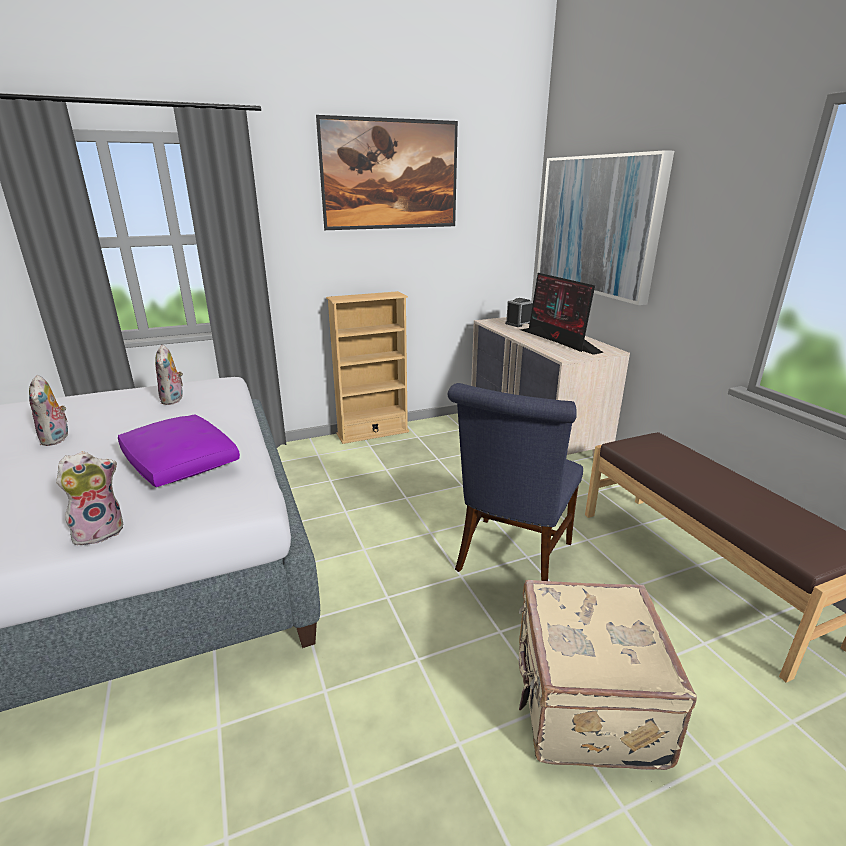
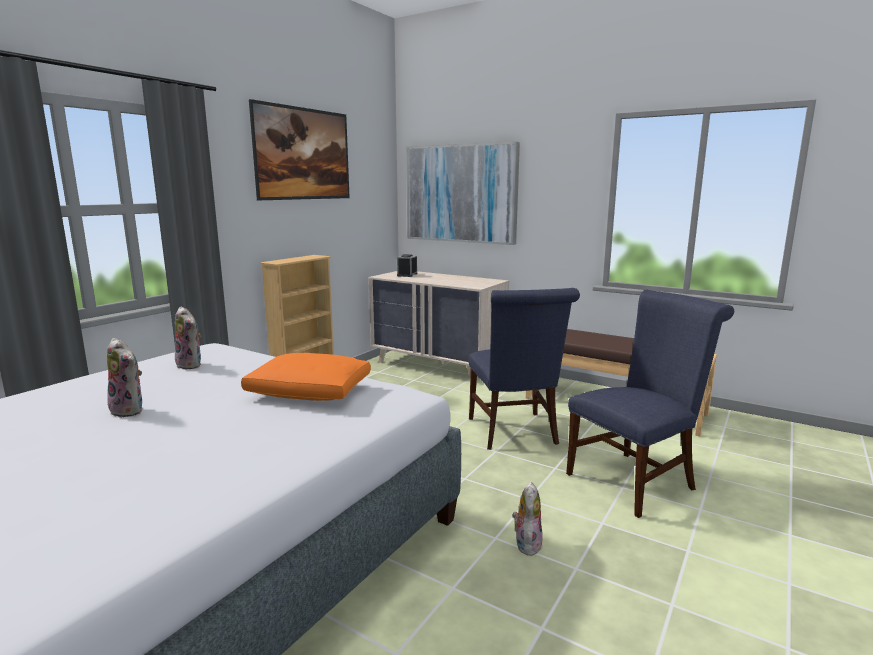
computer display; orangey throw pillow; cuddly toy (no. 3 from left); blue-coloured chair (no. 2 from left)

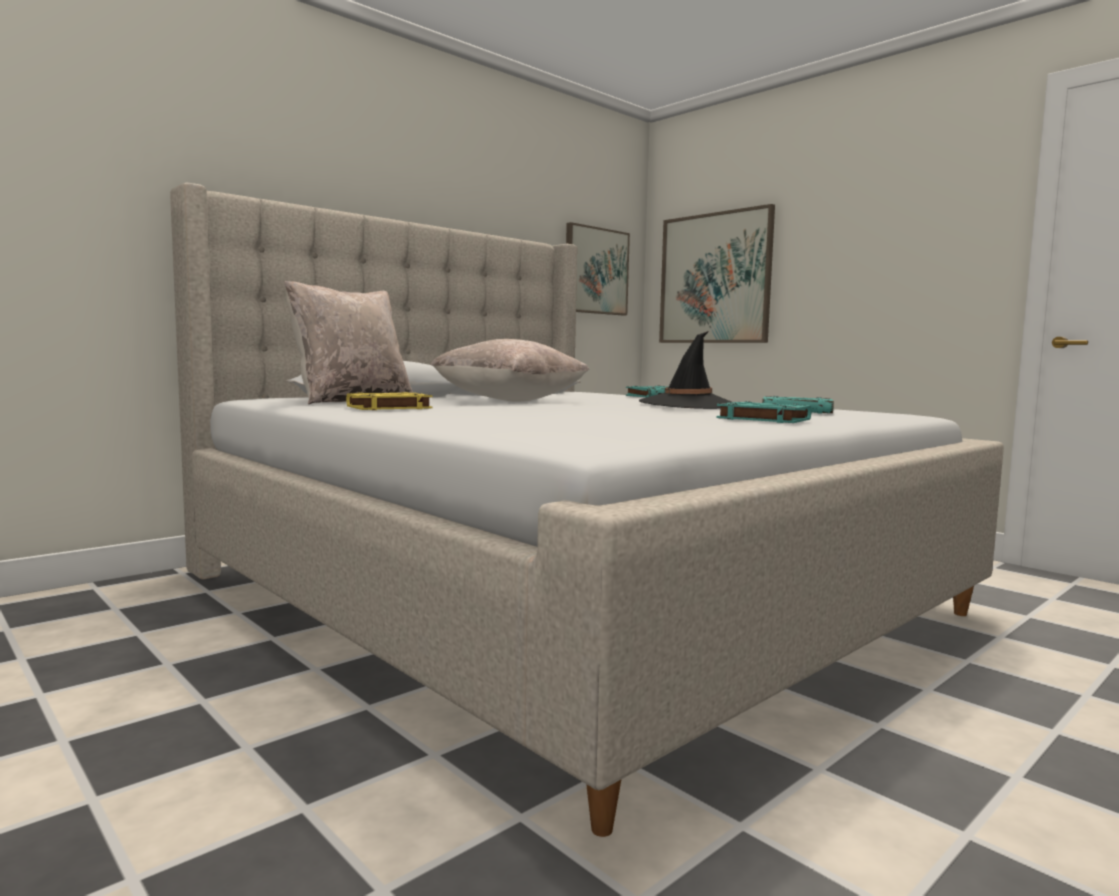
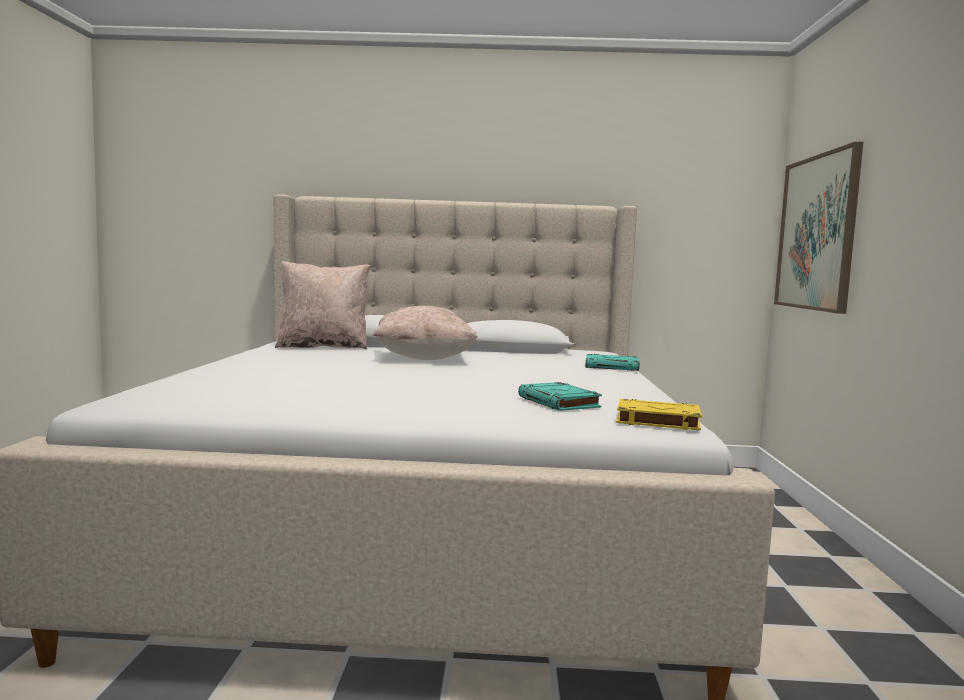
wall art (no. 1 from left in the first image); blackish hat; yellowish book; turquoise book (no. 2 from left in the first image)

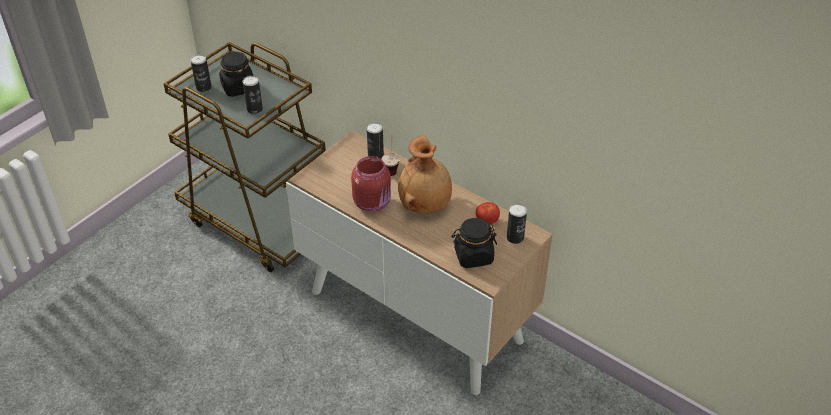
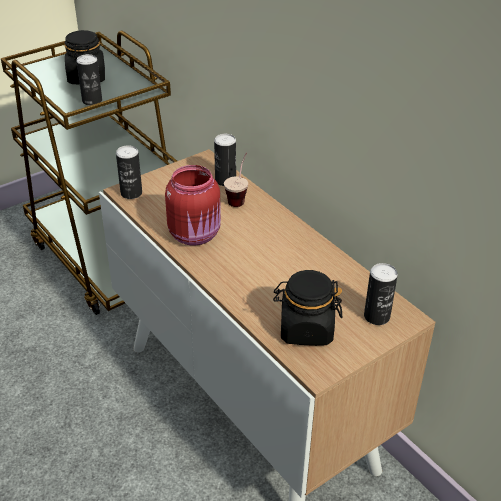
sealed can (no. 2 from left); brown flower vase; whole tomato

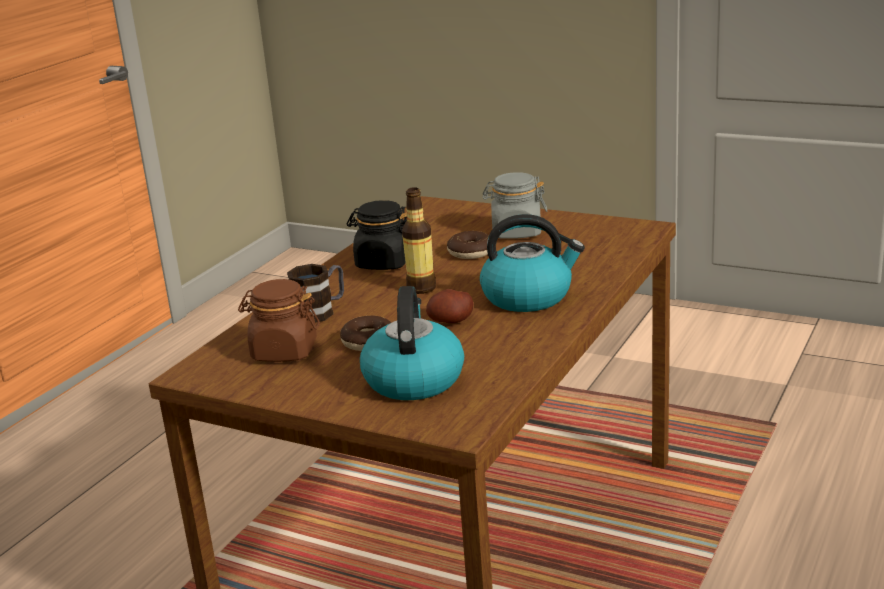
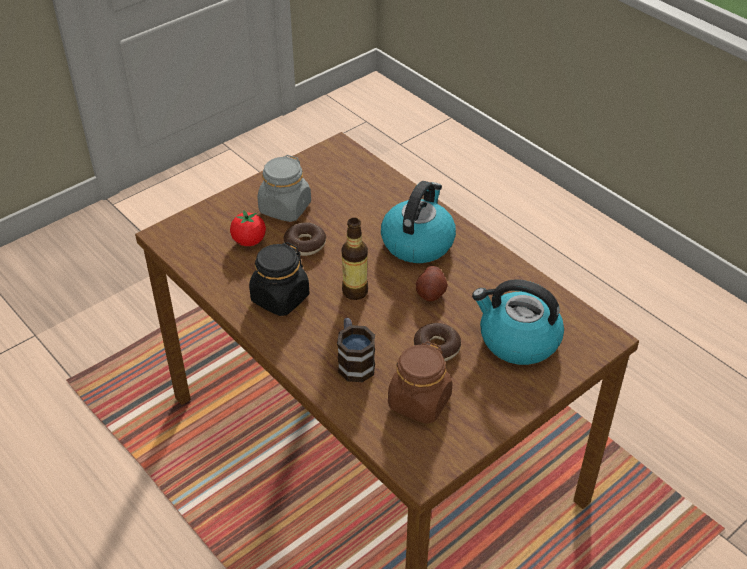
whole tomato

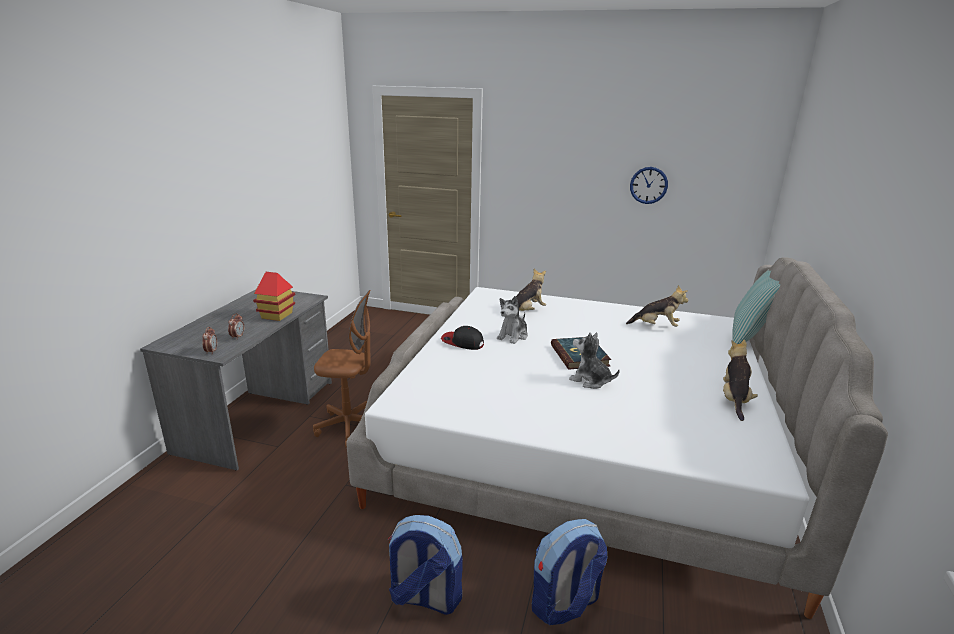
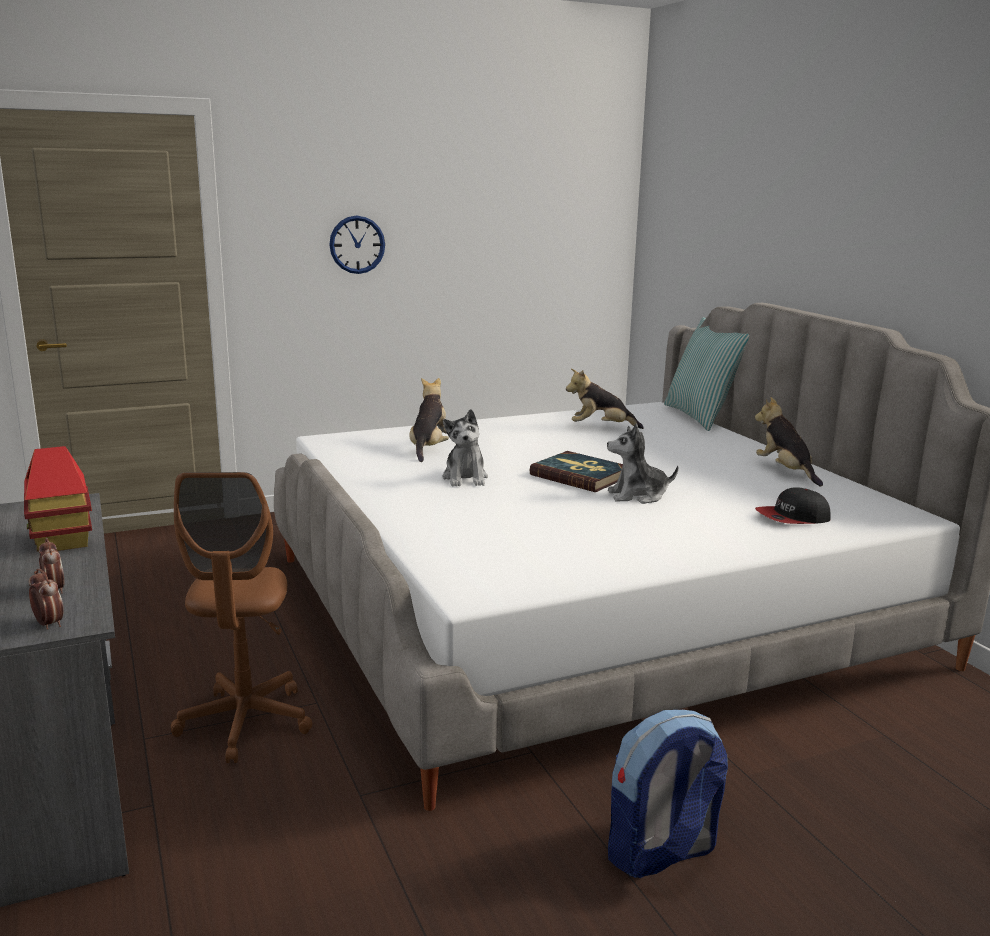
wall clock; cuddly toy (no. 3 from left); brown office chair; cap; backpack (no. 2 from left in the first image)

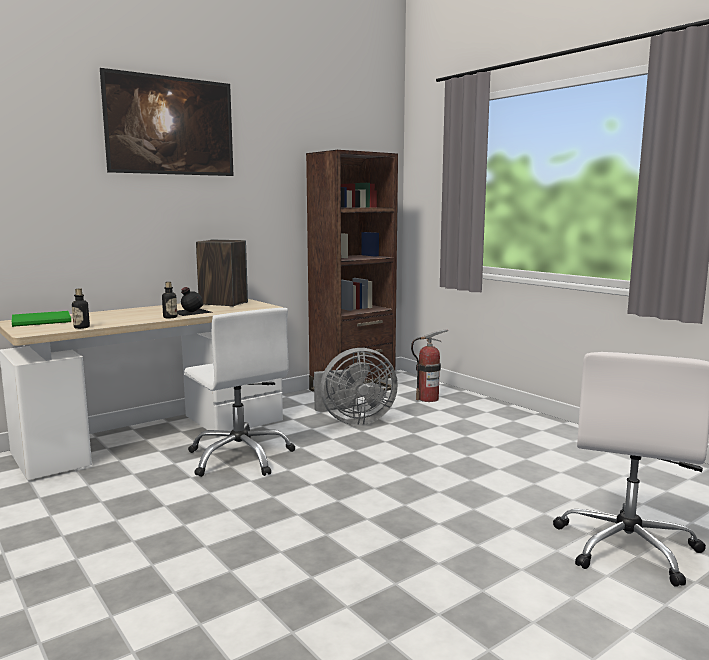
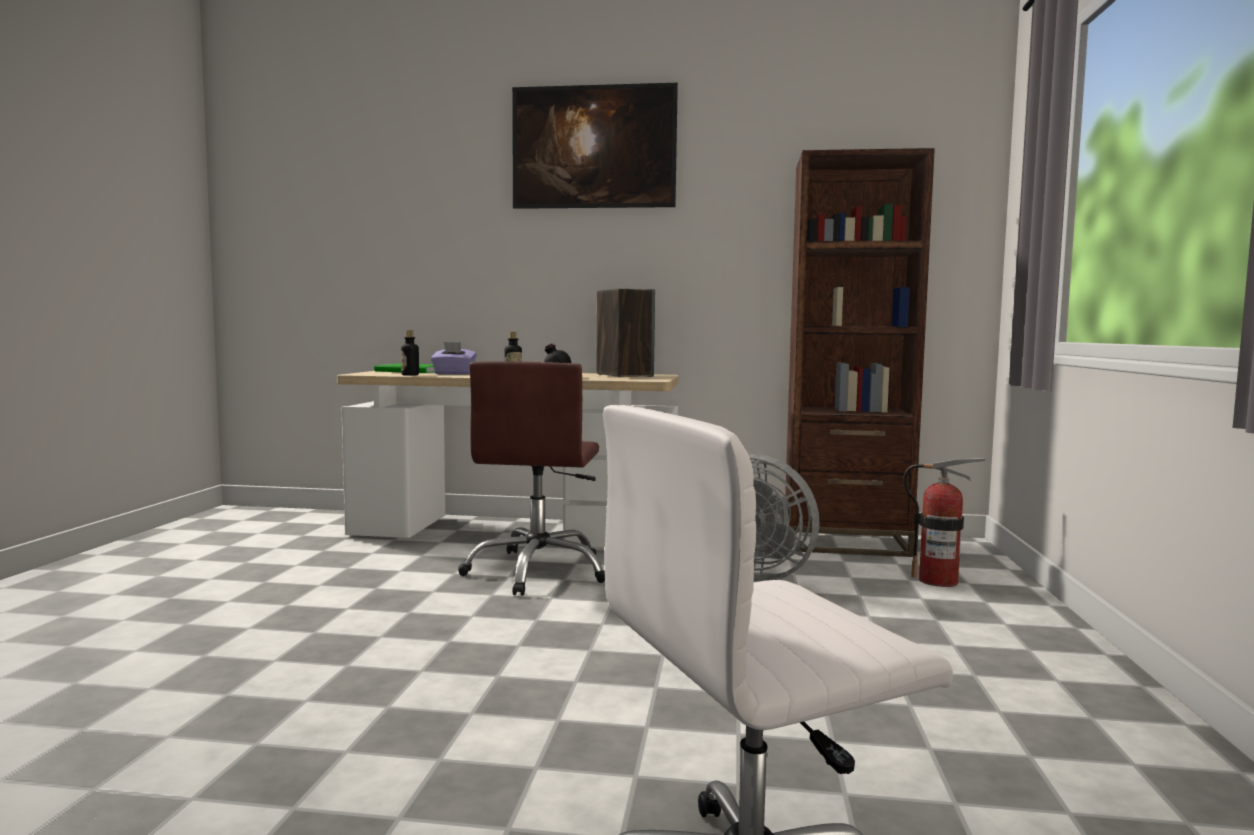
brown office chair; purple-coloured tissue box

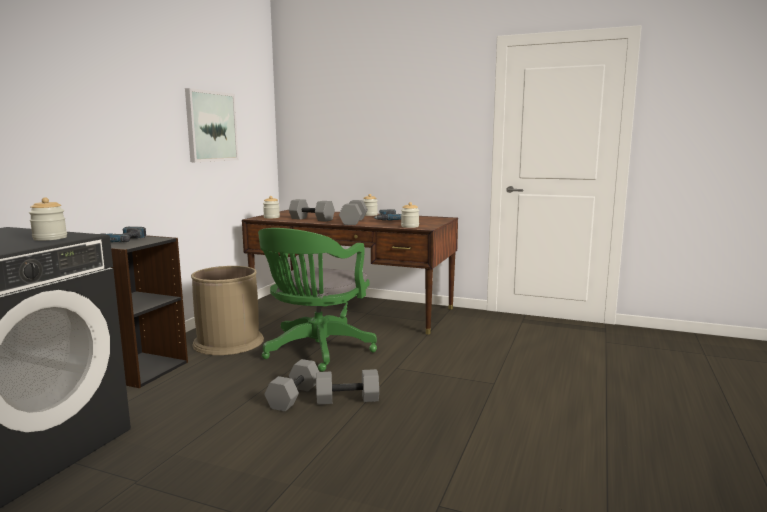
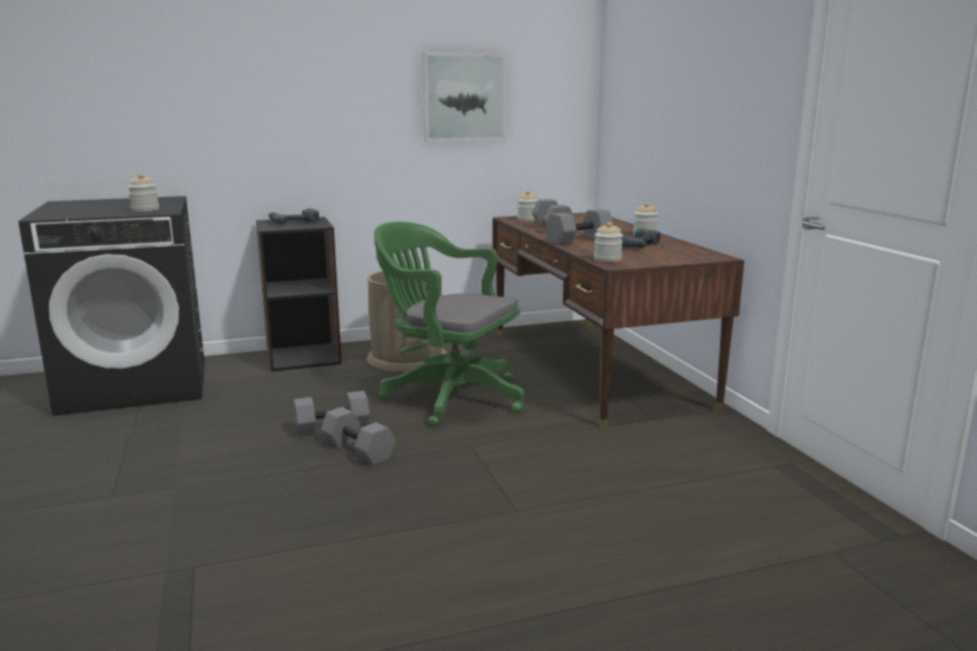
green-coloured office chair

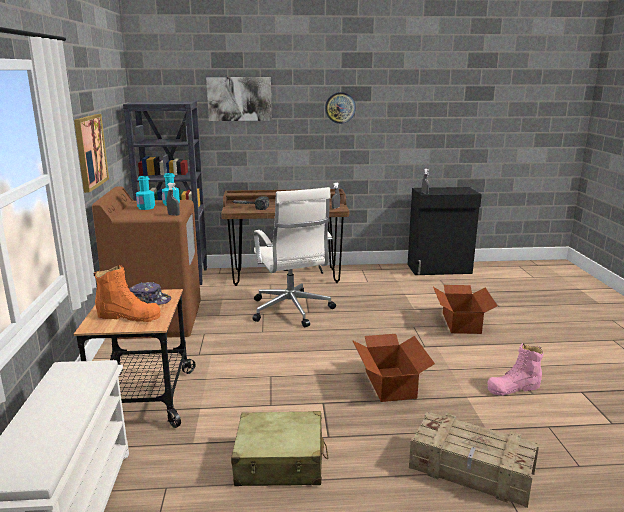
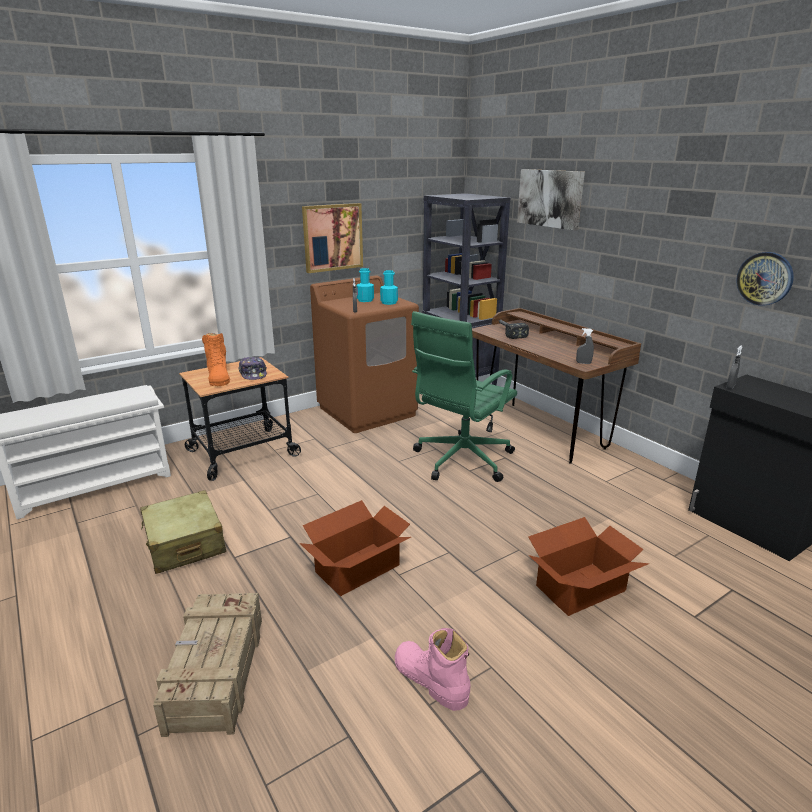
wall clock; green-coloured office chair

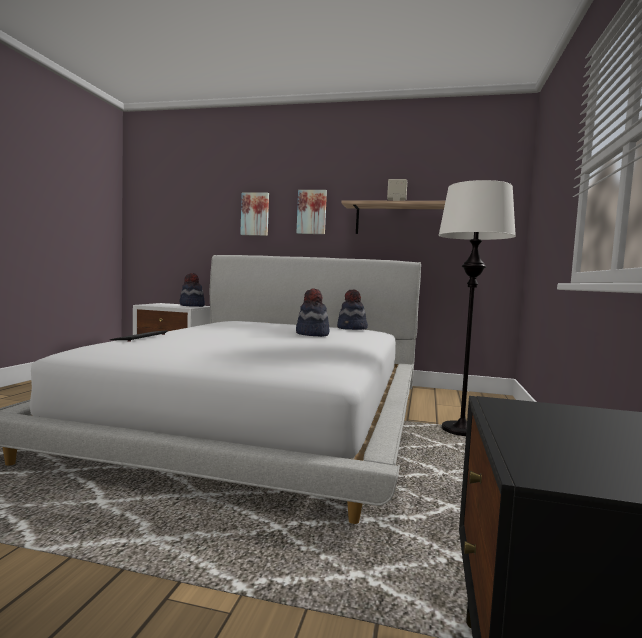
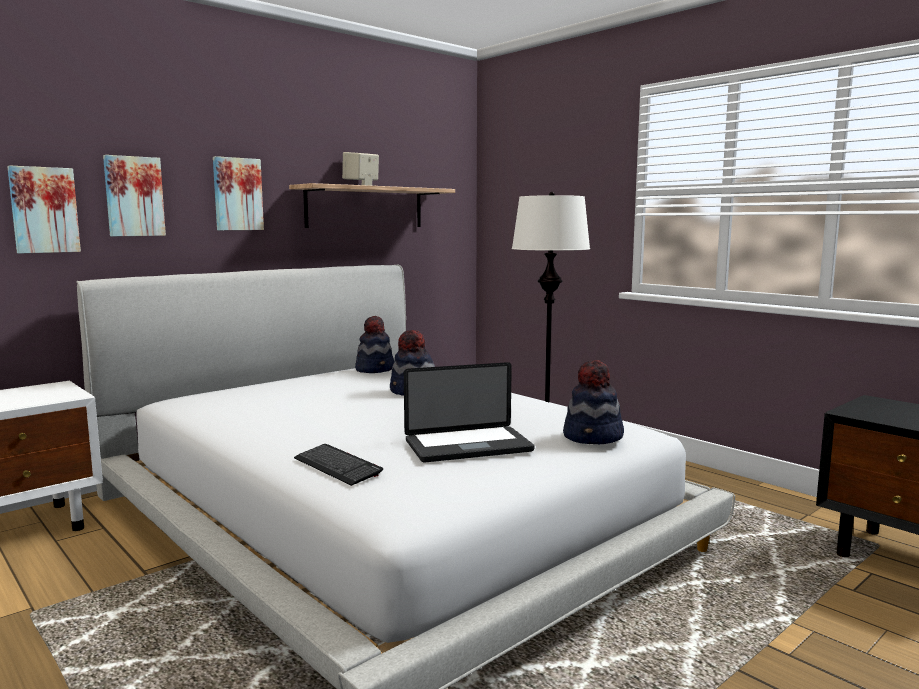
hat (no. 3 from left); wall art (no. 1 from left); laptop

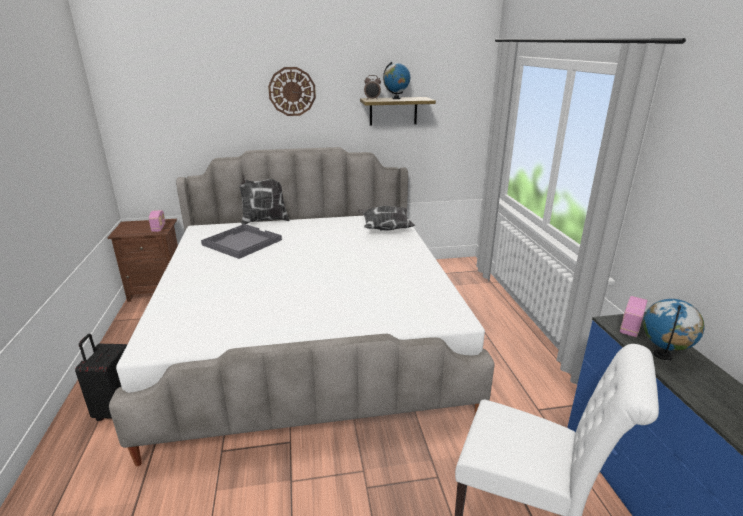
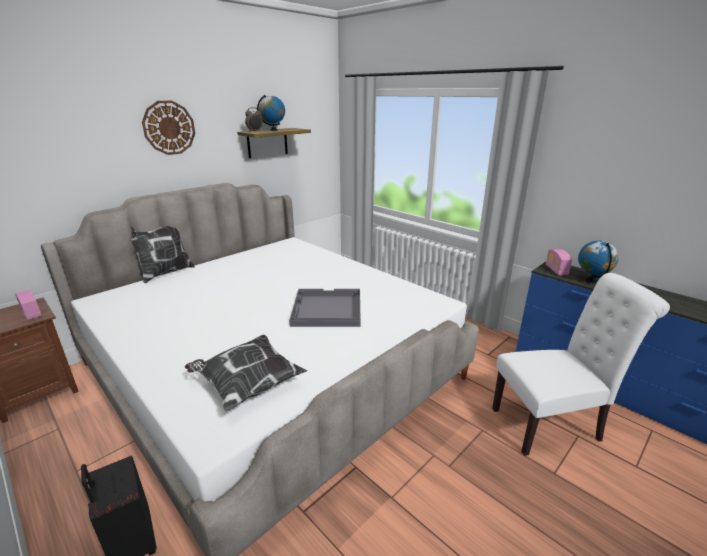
throw pillow (no. 2 from left); greyish tray

